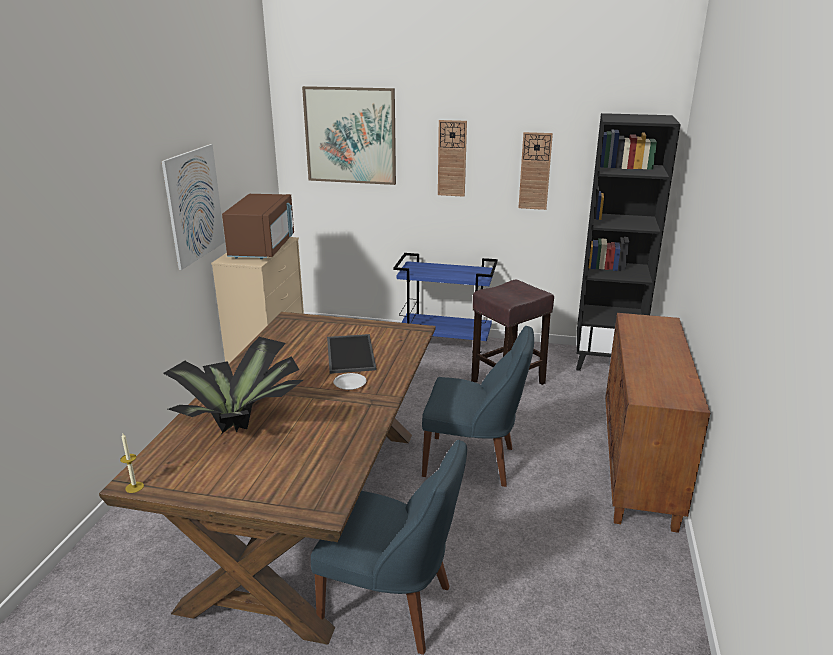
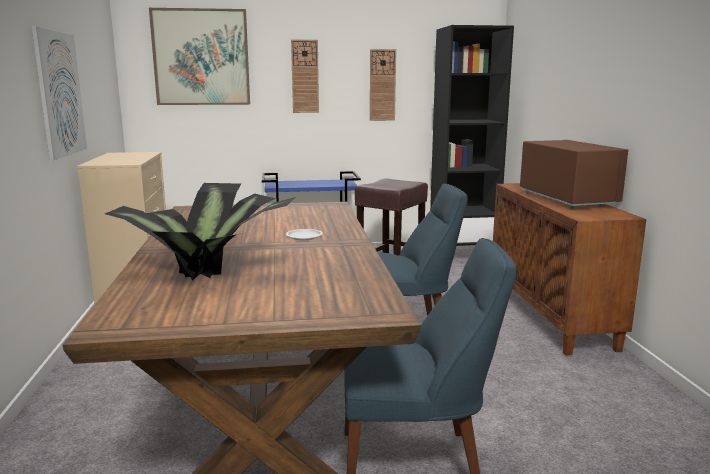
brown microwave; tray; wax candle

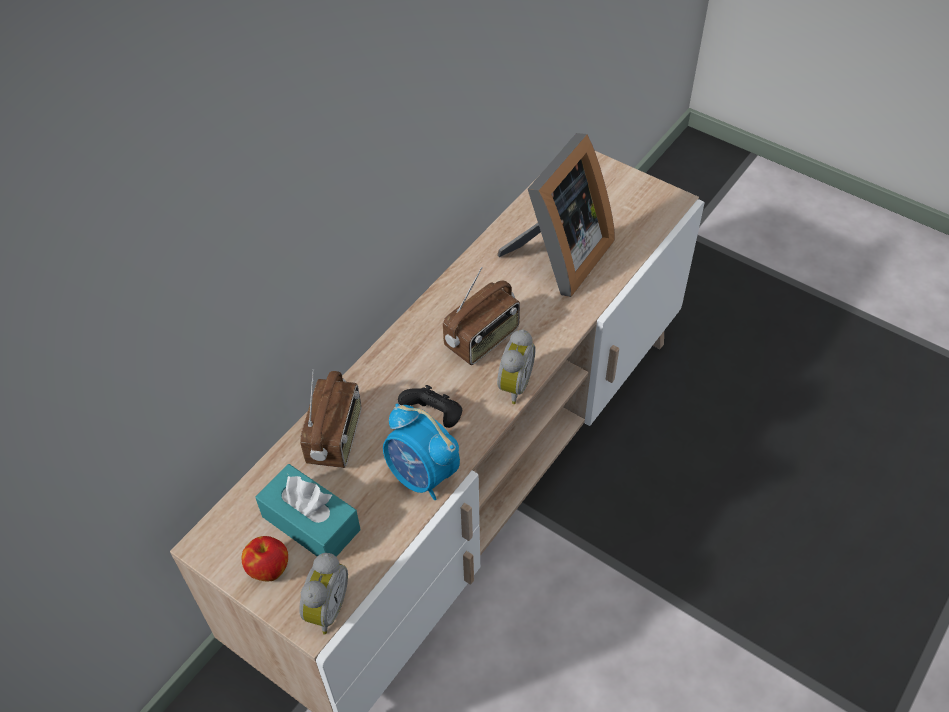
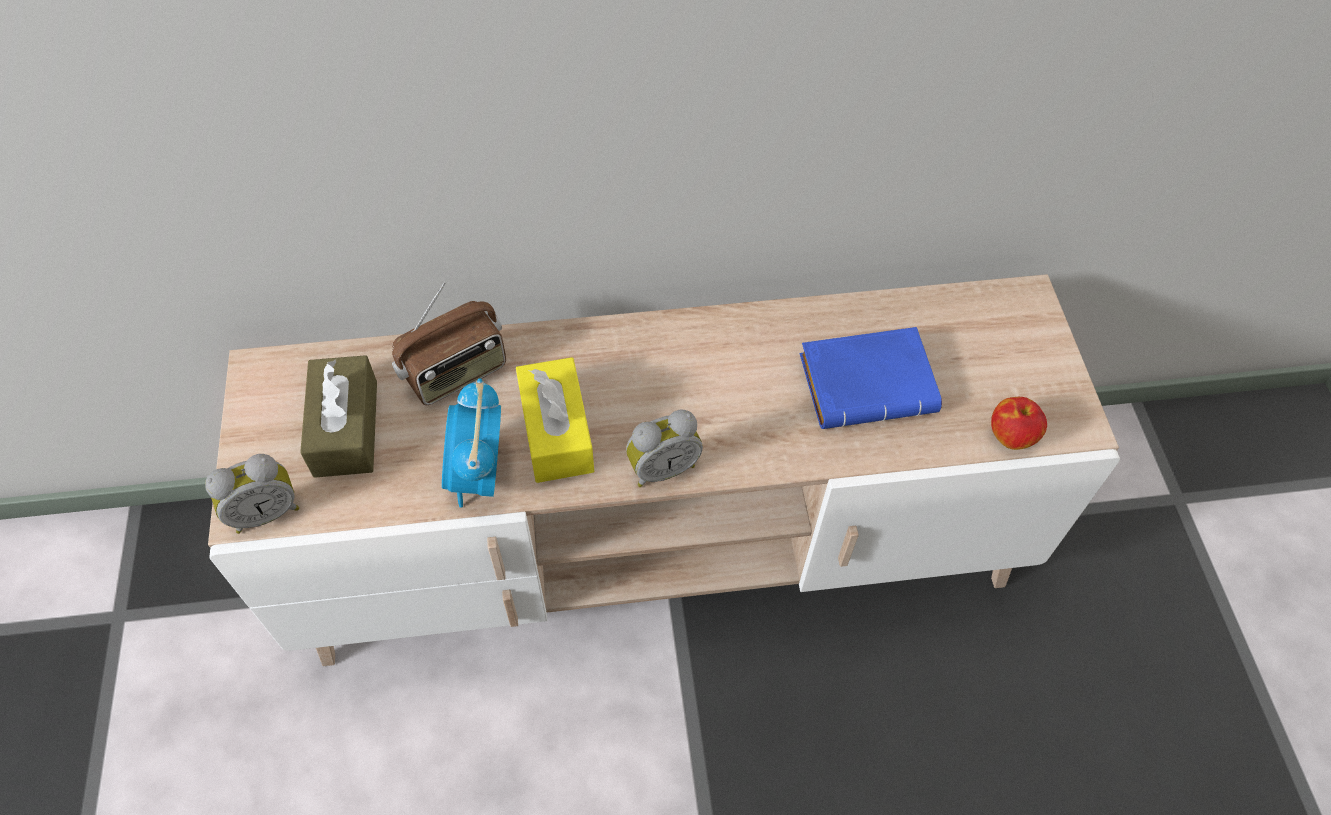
blue-coloured book; radio set (no. 2 from left in the first image); yellowish tissue box; brown tissue box; apple fruit

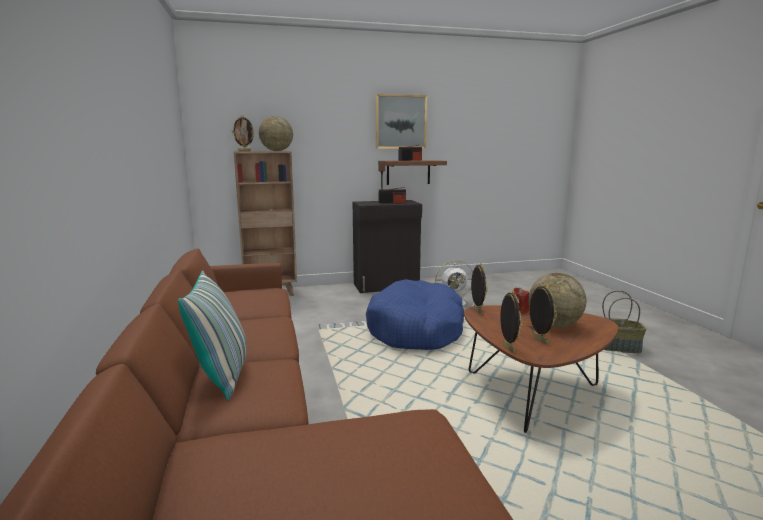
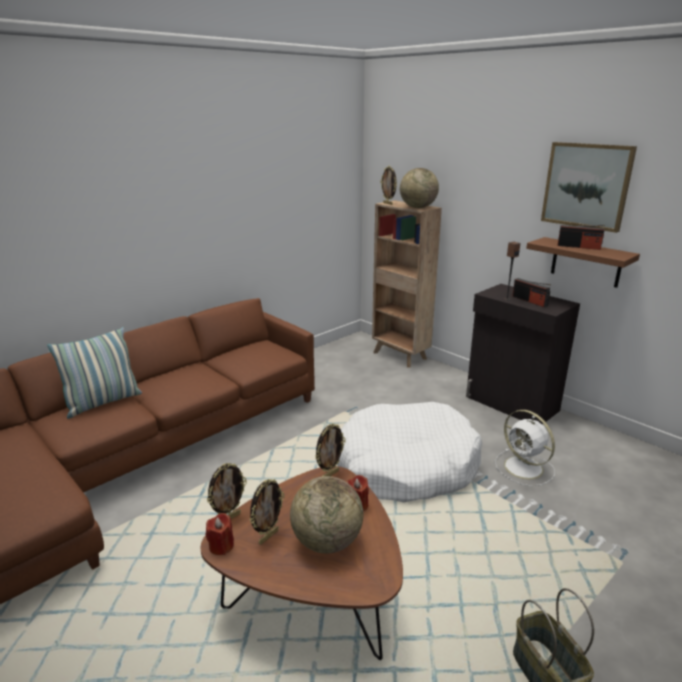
white pet bed; red-coloured wax candle (no. 1 from left)

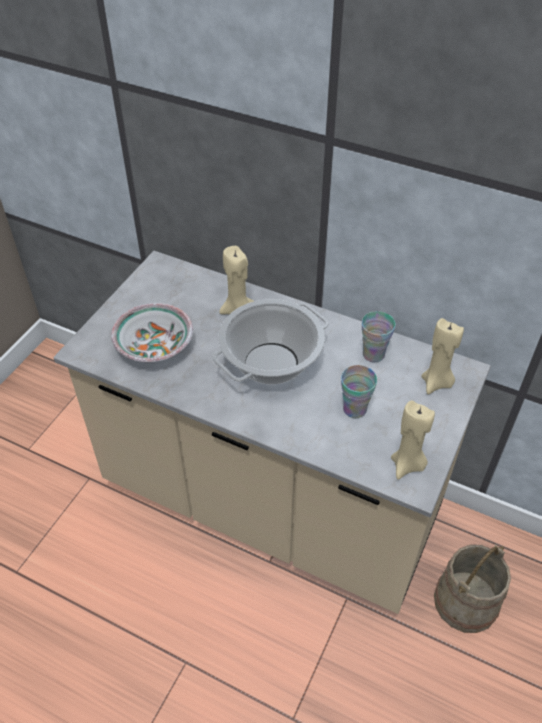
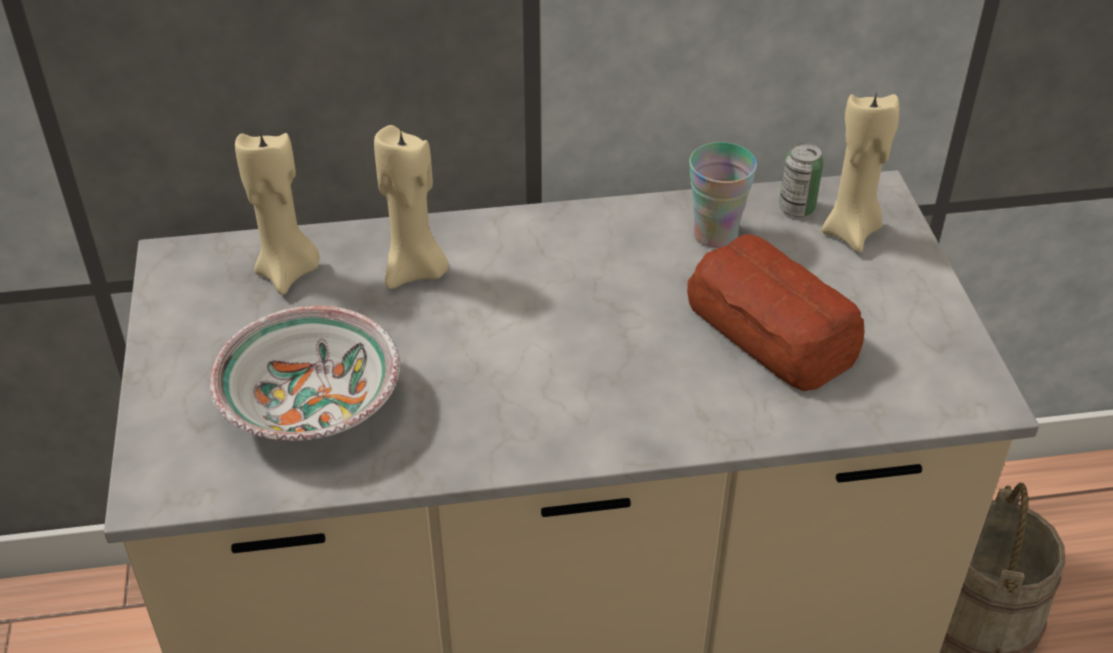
saucepot; bakery bread; beige wax candle (no. 1 from left); sealed can

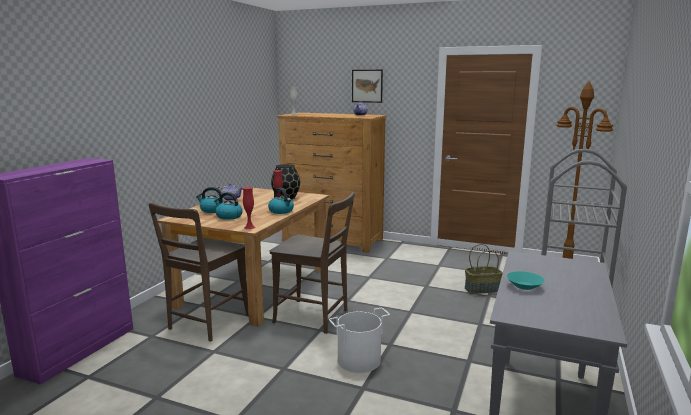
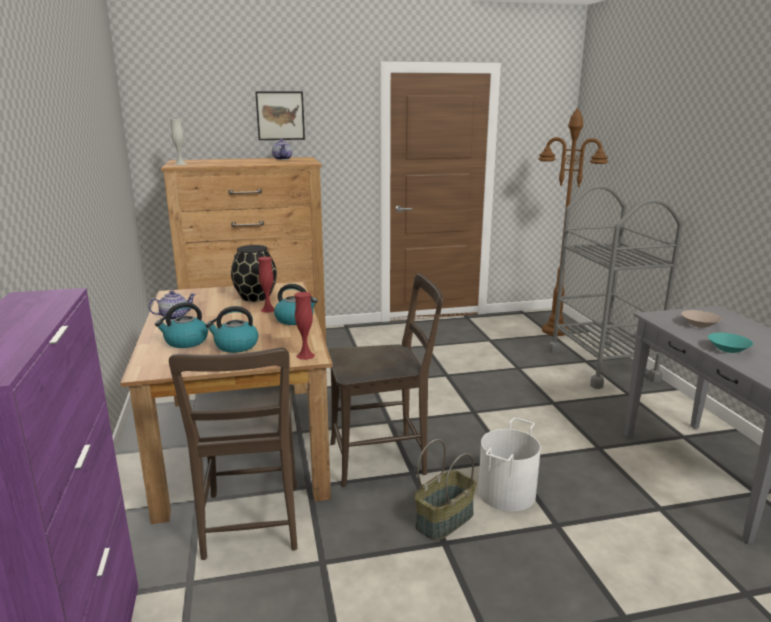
basket; beige deep dish

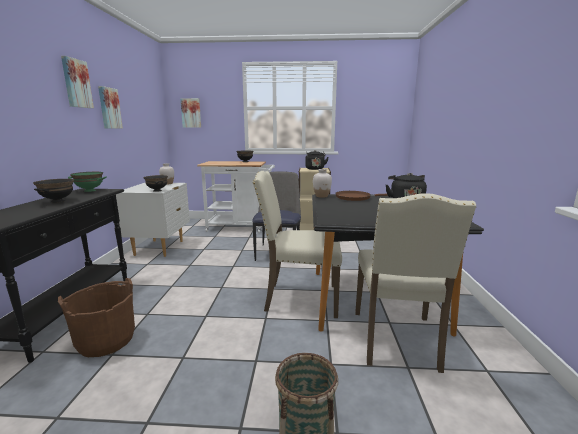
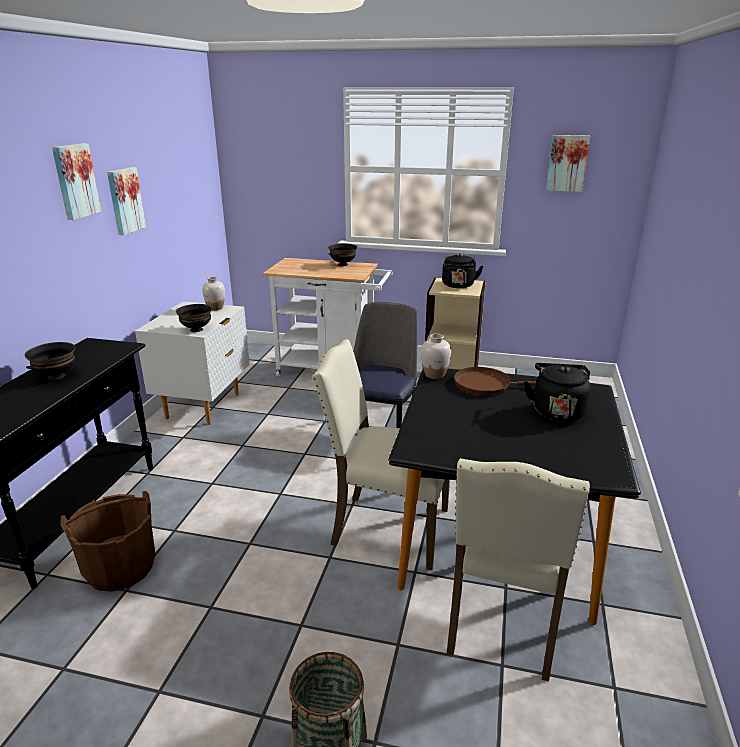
wall art (no. 3 from left); green-coloured deep dish

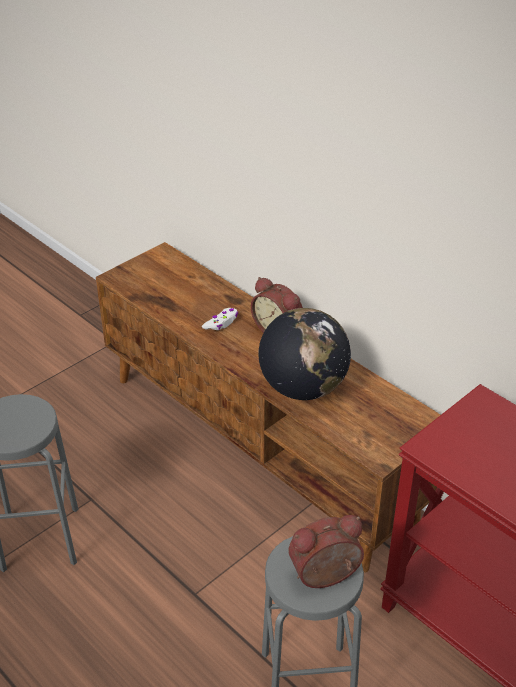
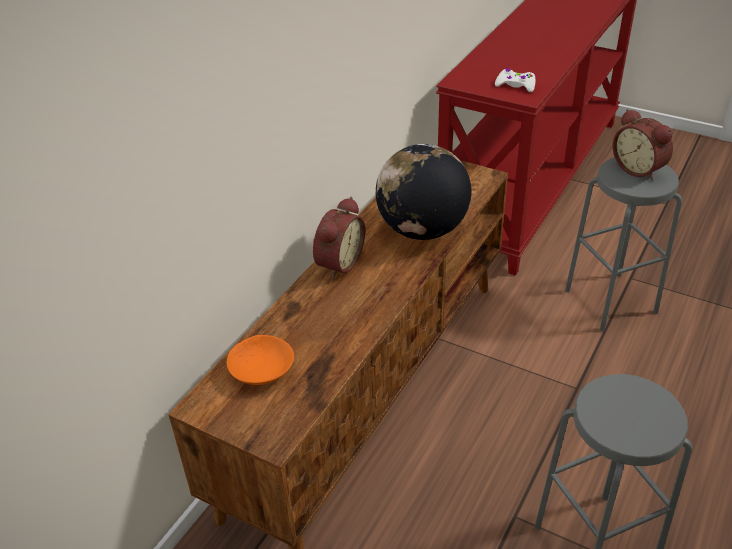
white joypad; orangey deep dish

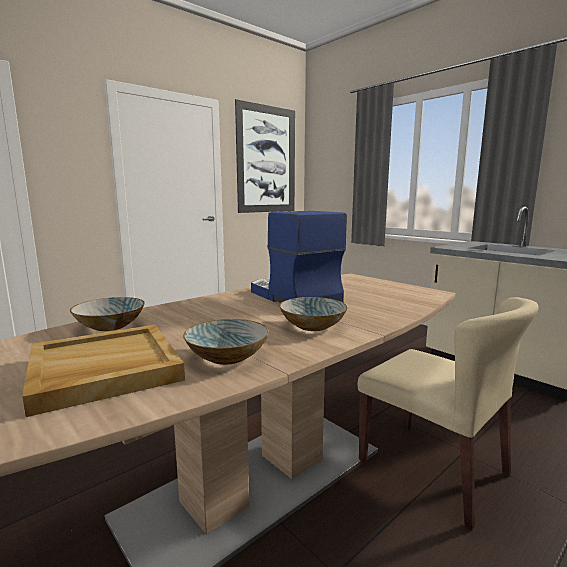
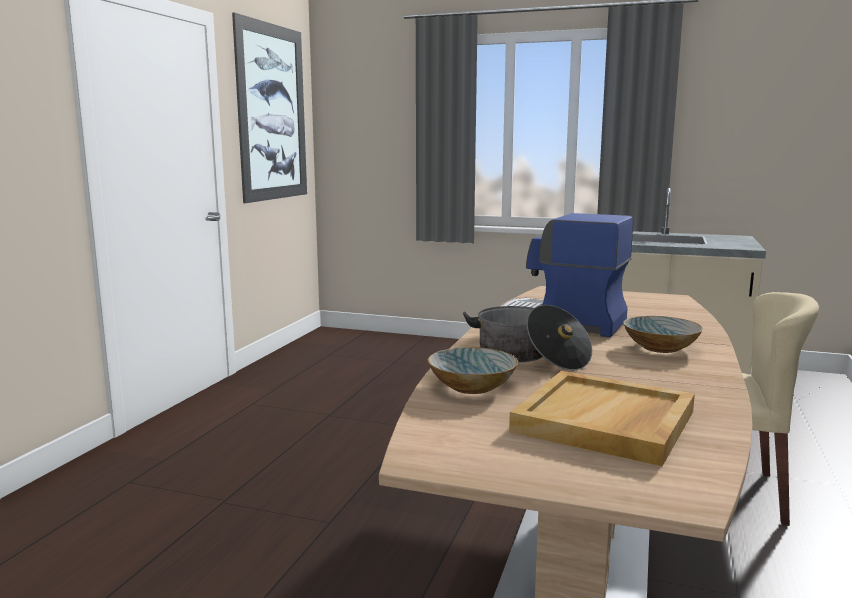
deep dish (no. 2 from left in the first image); saucepot

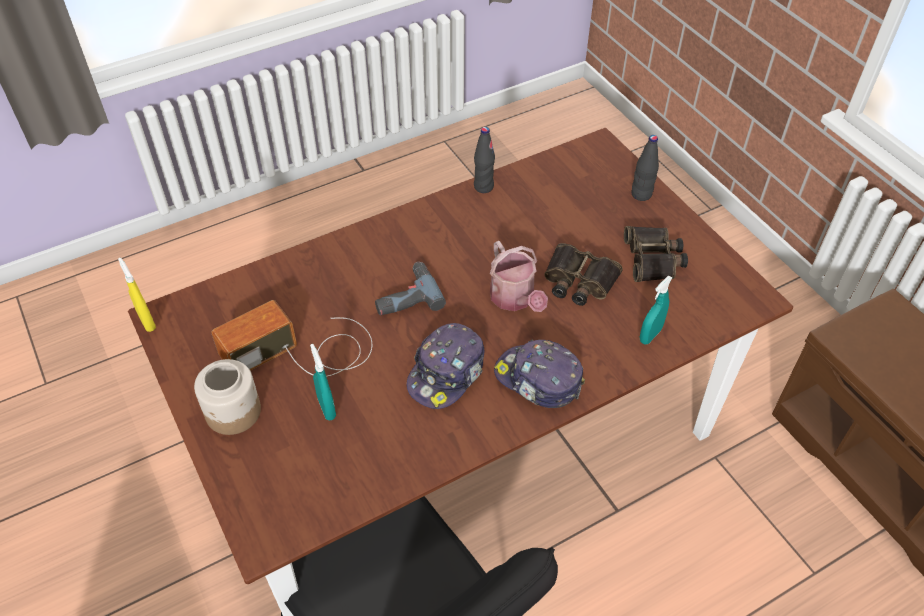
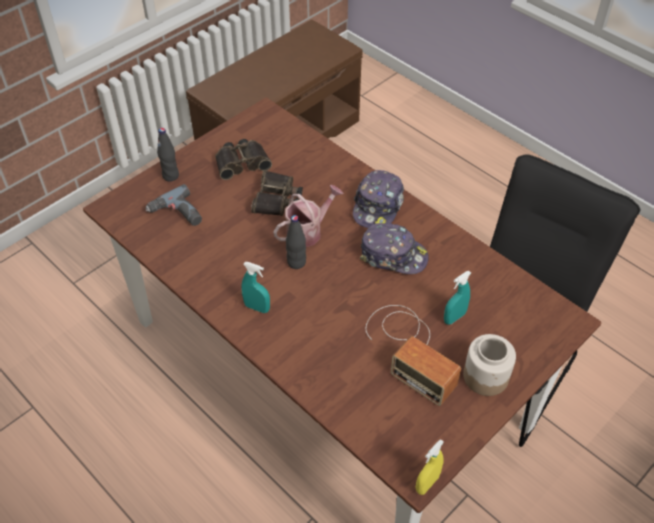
blackish drink bottle (no. 2 from left); electric drill; turquoise hand sprayer (no. 1 from left)

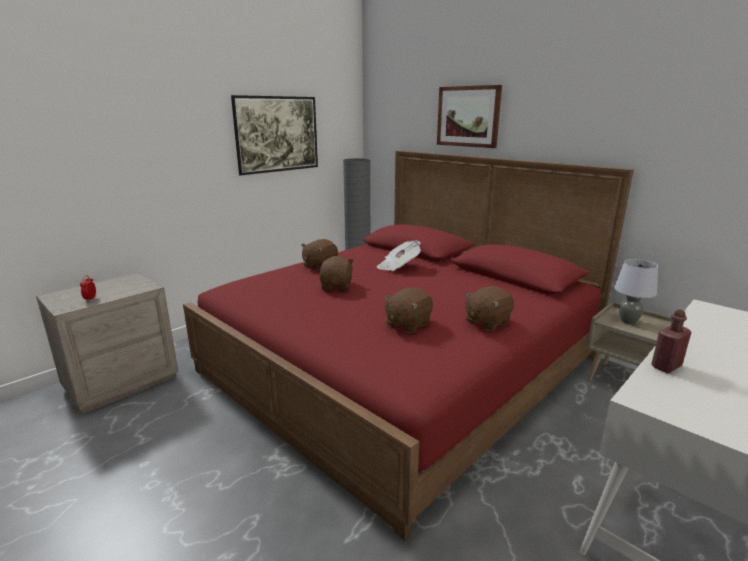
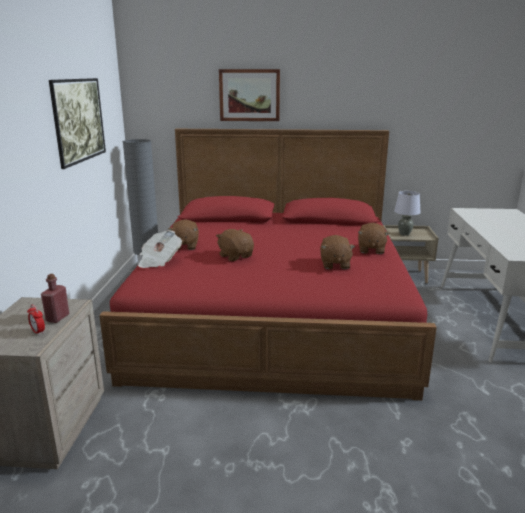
printed paper; red-coloured drink bottle

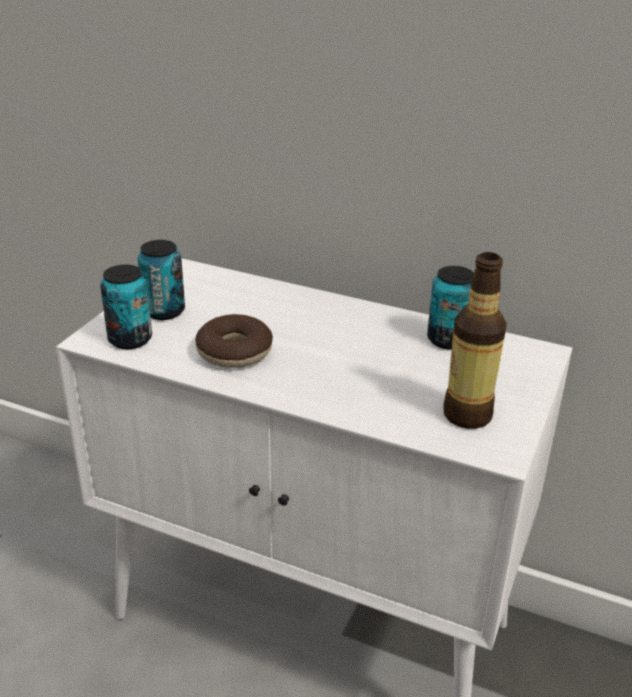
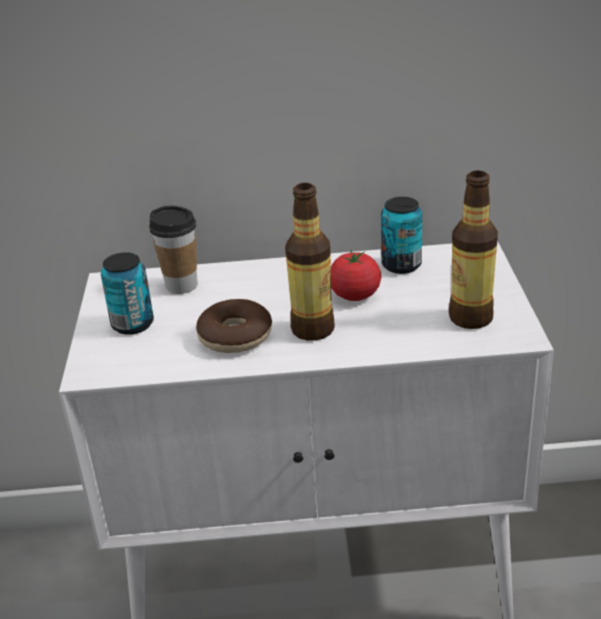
sealed can (no. 1 from left in the first image); drink bottle (no. 1 from left); drinking cup; whole tomato

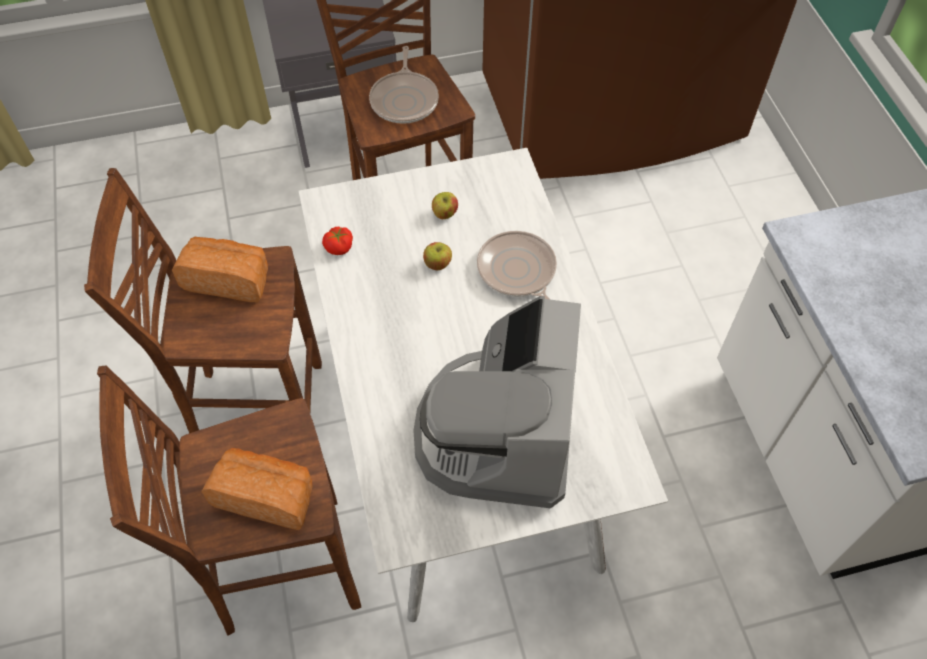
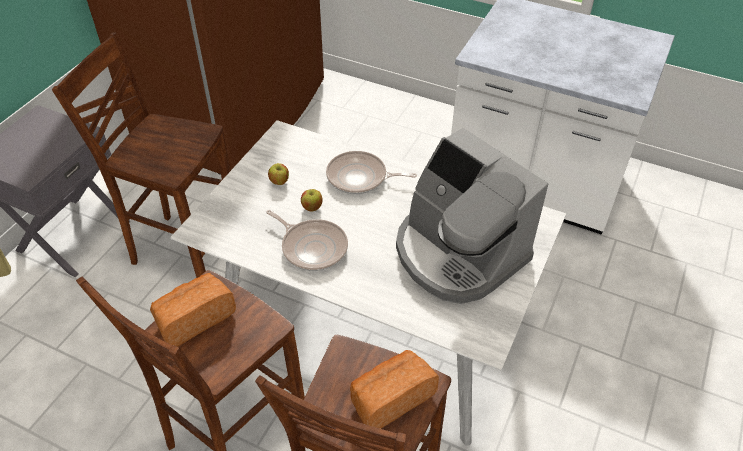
skillet (no. 1 from left); whole tomato

